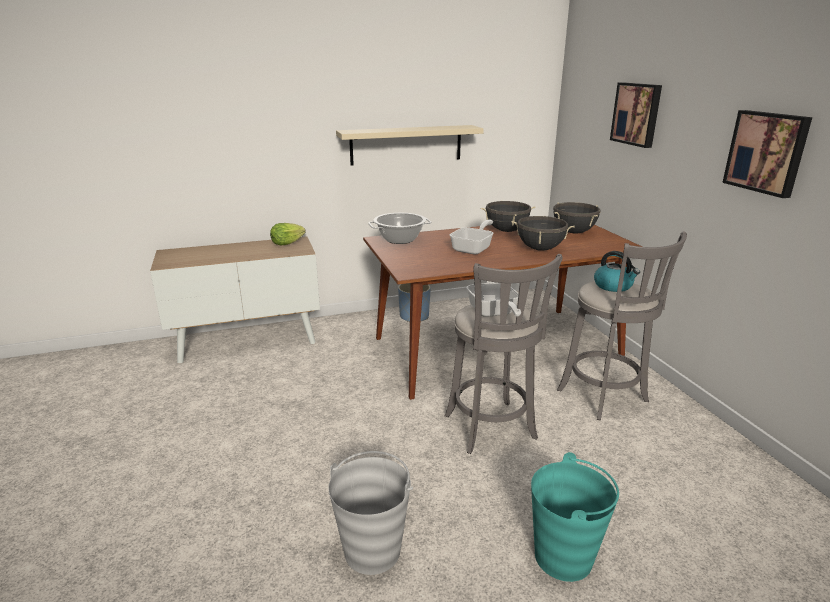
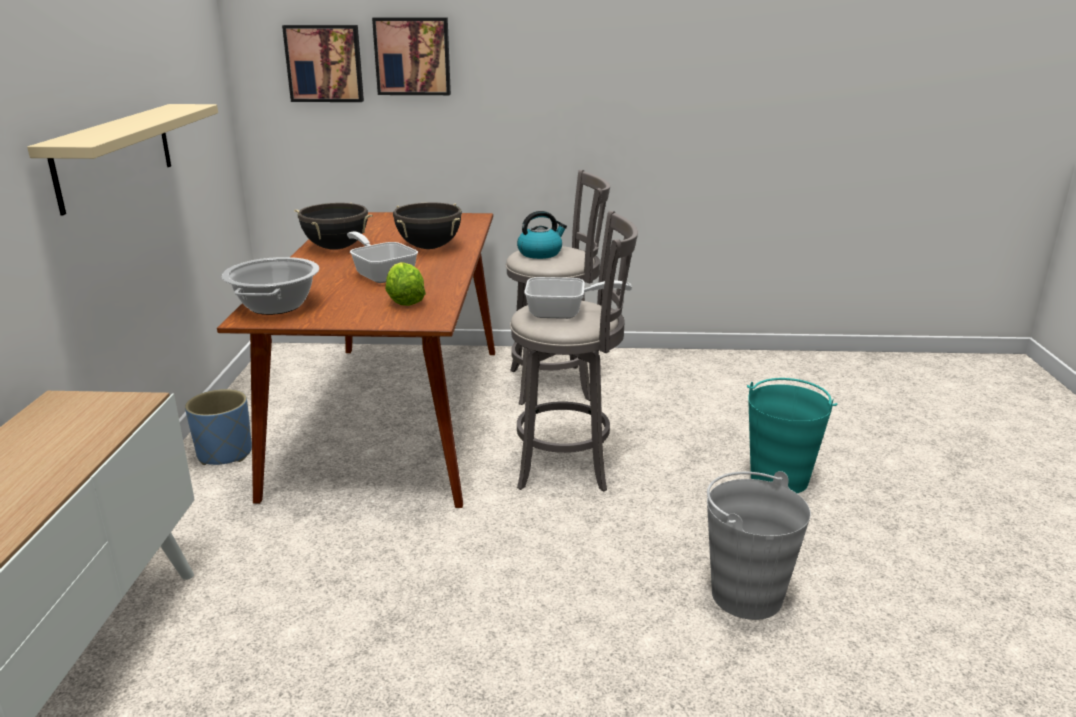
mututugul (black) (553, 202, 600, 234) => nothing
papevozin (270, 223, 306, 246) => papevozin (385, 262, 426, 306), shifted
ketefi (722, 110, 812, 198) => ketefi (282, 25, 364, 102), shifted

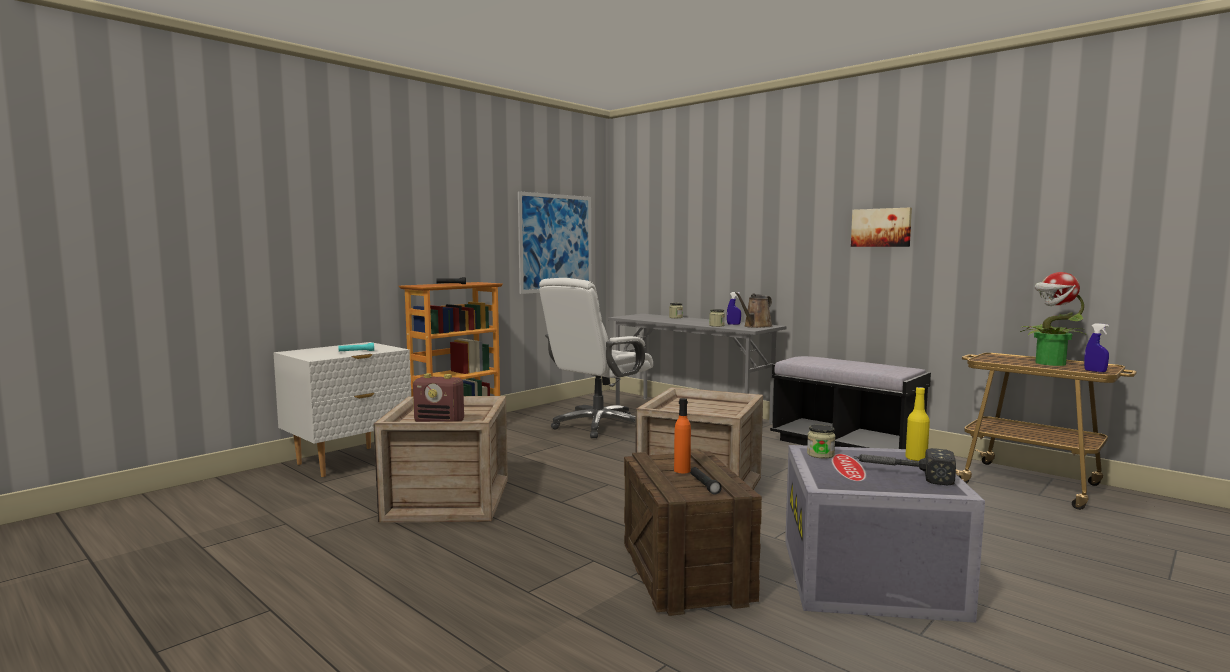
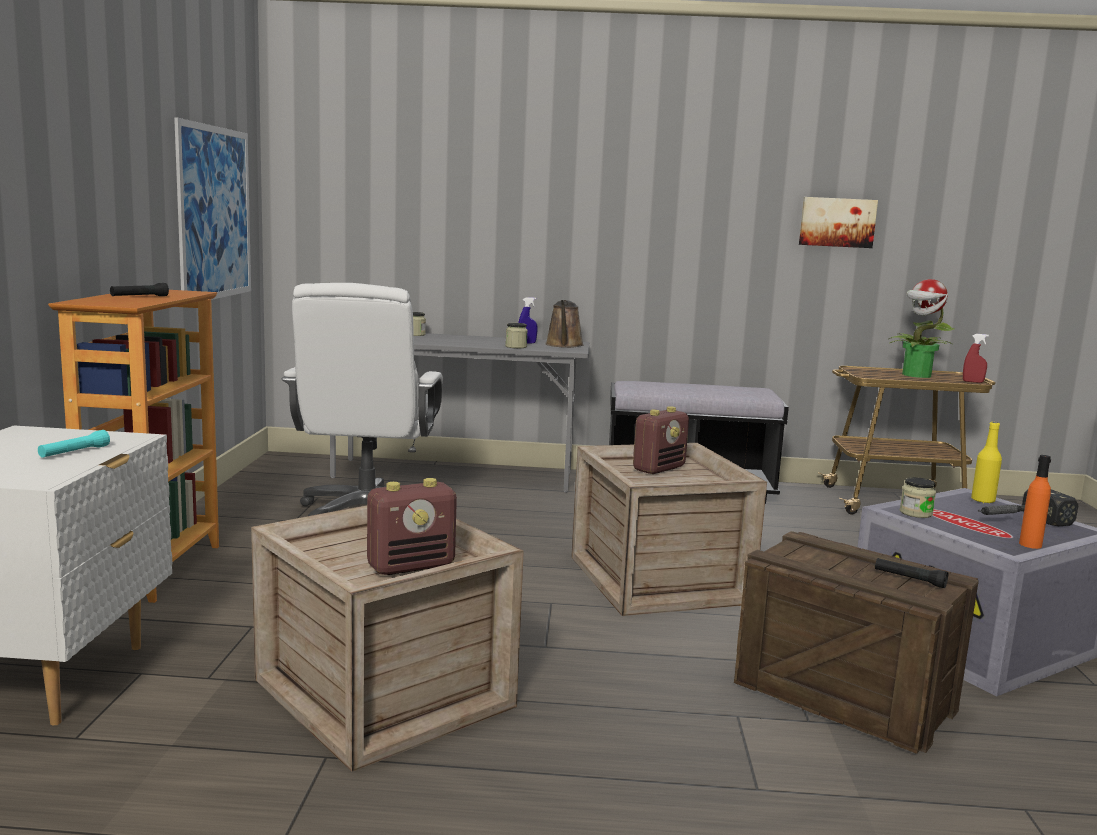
nothing => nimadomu (633, 406, 689, 474)
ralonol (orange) (674, 398, 691, 473) => ralonol (orange) (1019, 455, 1051, 549), shifted
ketefi (851, 208, 912, 247) => ketefi (799, 197, 878, 248), shifted
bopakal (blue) (1084, 323, 1109, 372) => bopakal (red) (963, 334, 989, 383)

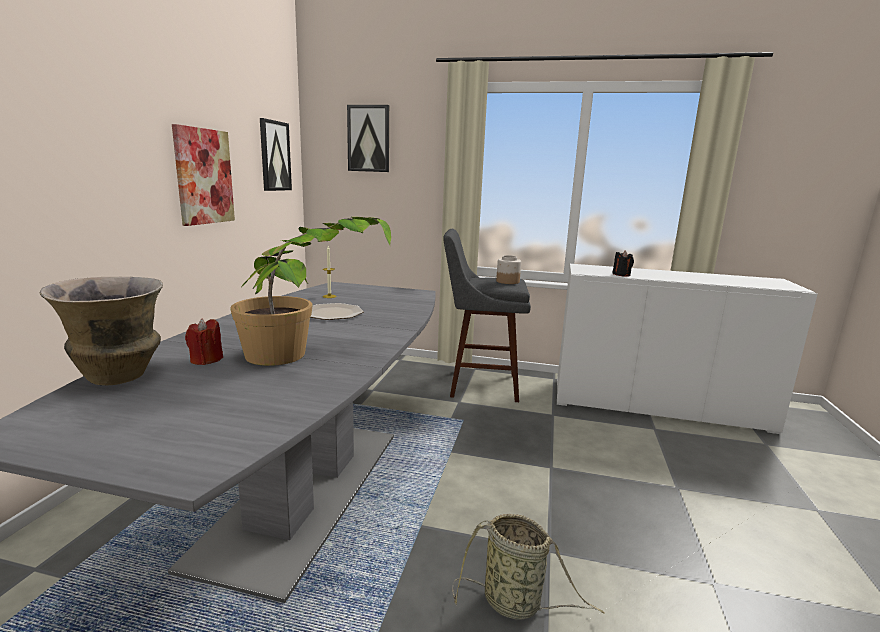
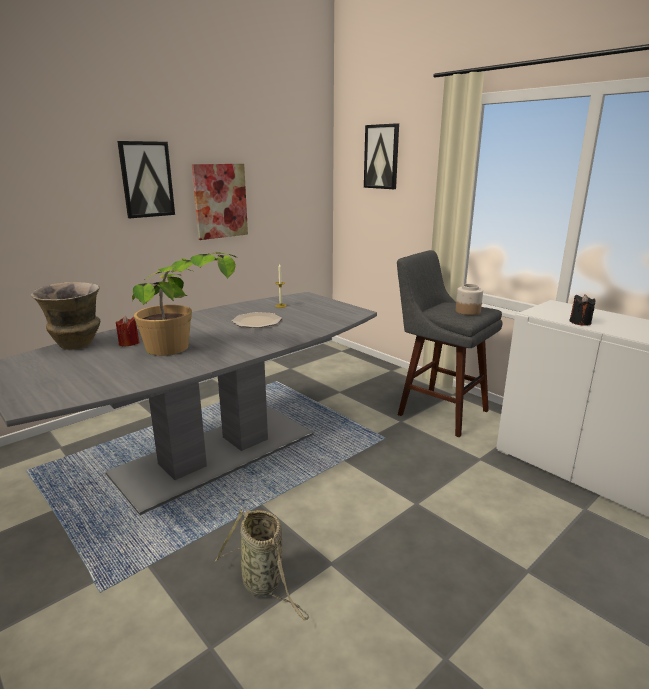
ketefi (260, 118, 292, 191) => ketefi (117, 141, 175, 218), shifted

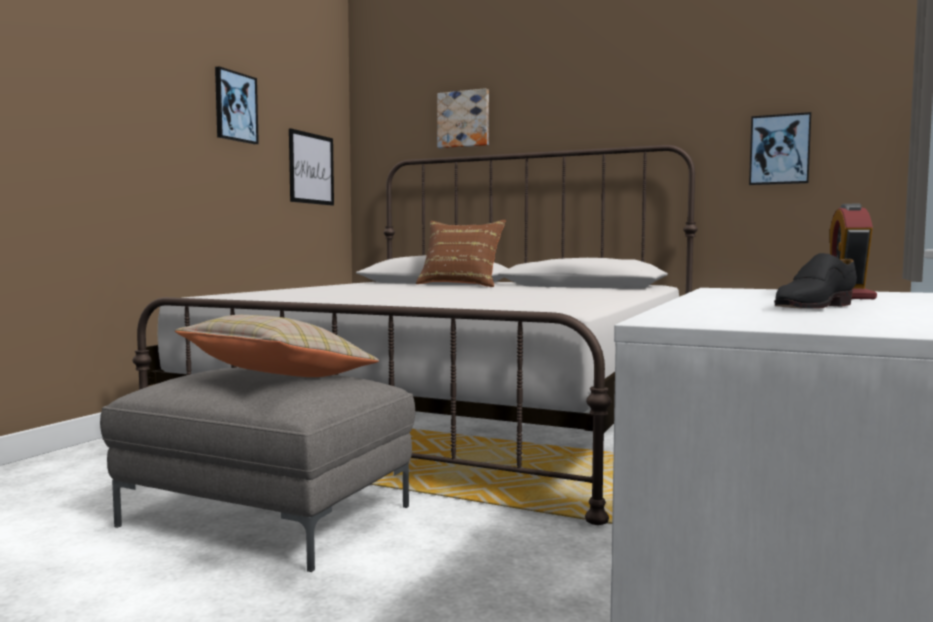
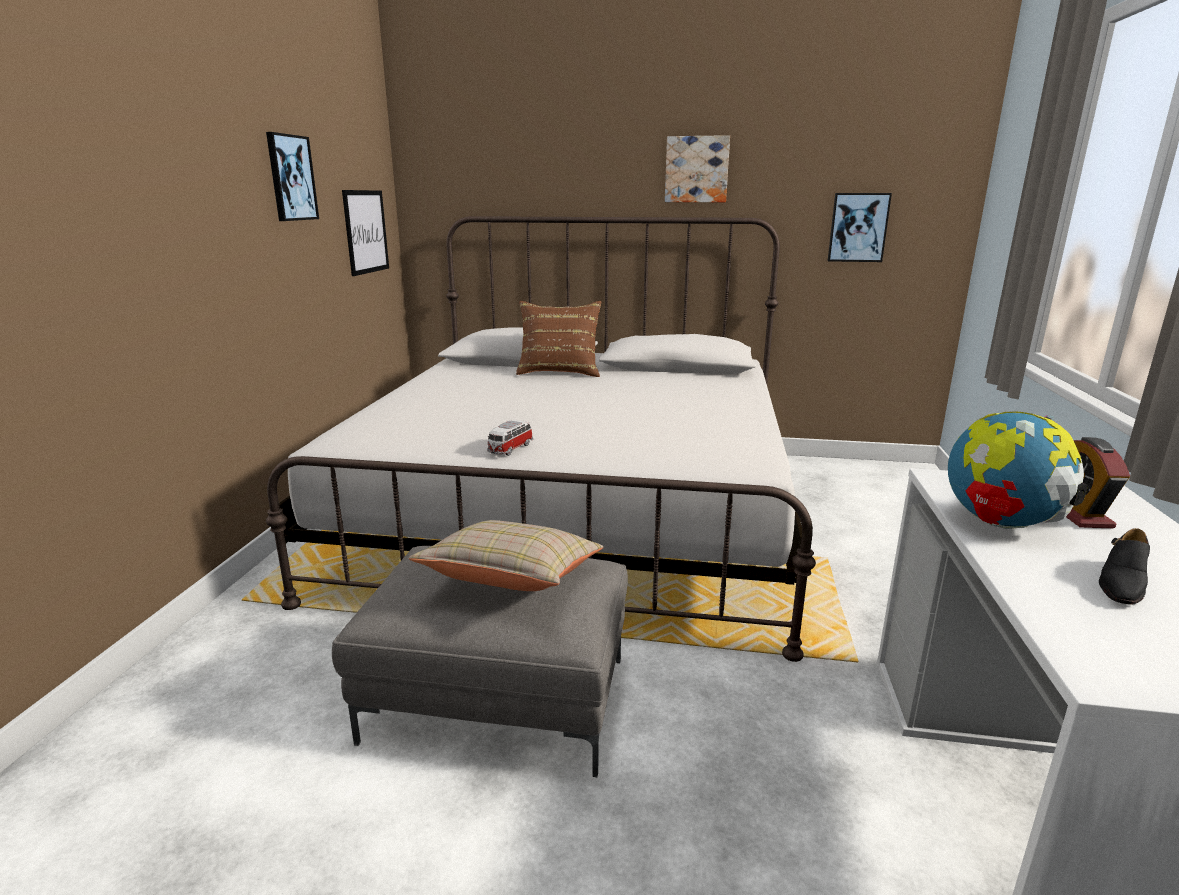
nothing => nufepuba (487, 420, 533, 456)
nothing => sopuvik (948, 412, 1088, 529)
ketefi (437, 88, 489, 148) => ketefi (665, 135, 730, 202), shifted

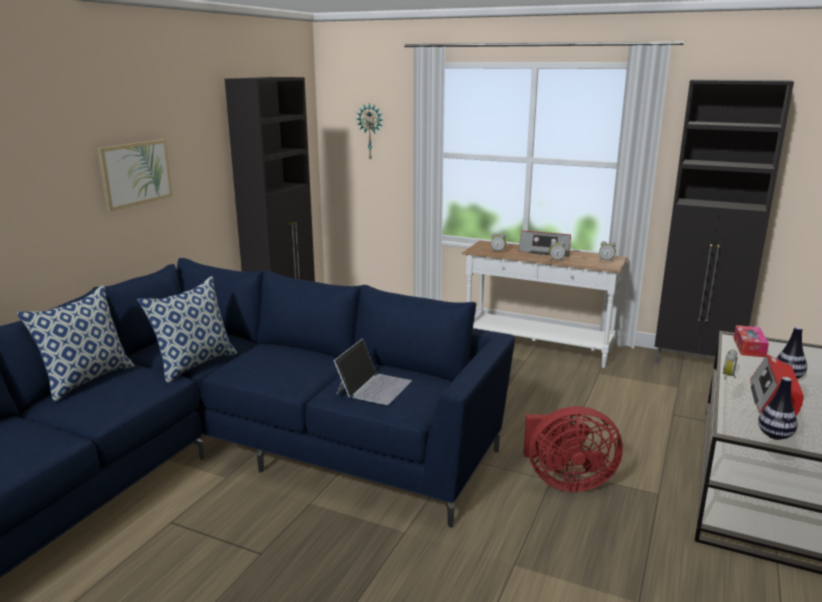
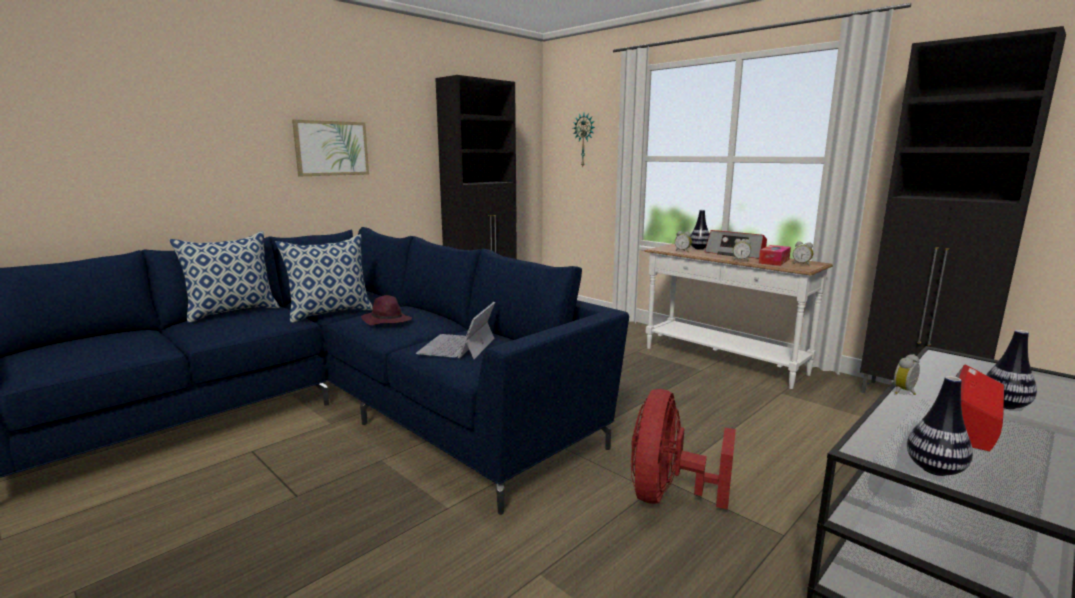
nothing => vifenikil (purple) (361, 295, 412, 326)
nothing => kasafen (690, 210, 710, 250)
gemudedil (733, 325, 769, 357) => gemudedil (759, 245, 791, 266), shifted
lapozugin (334, 339, 412, 405) => lapozugin (416, 302, 495, 359), 150 degrees clockwise
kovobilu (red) (524, 406, 623, 492) => kovobilu (red) (631, 389, 736, 510), 90 degrees clockwise

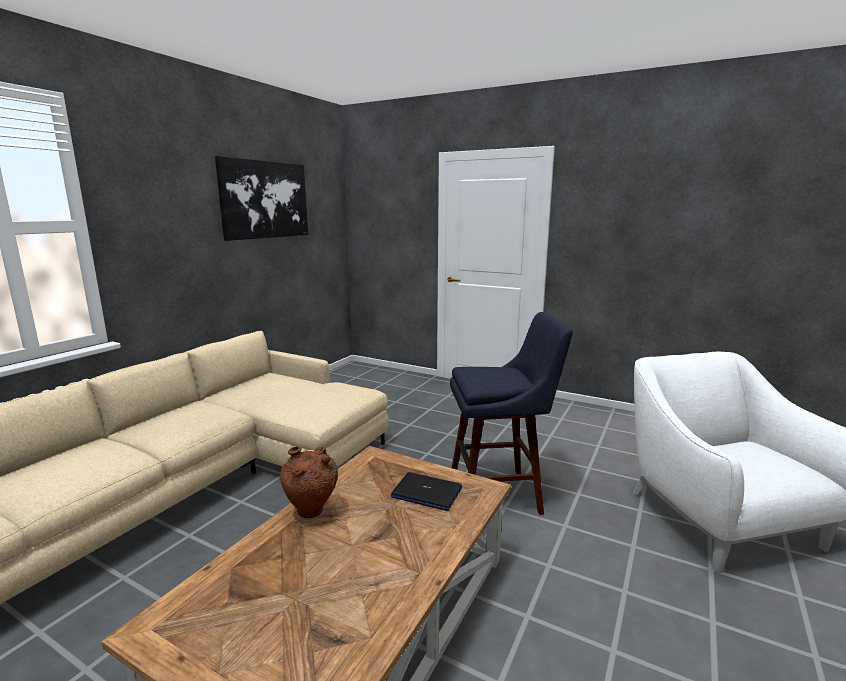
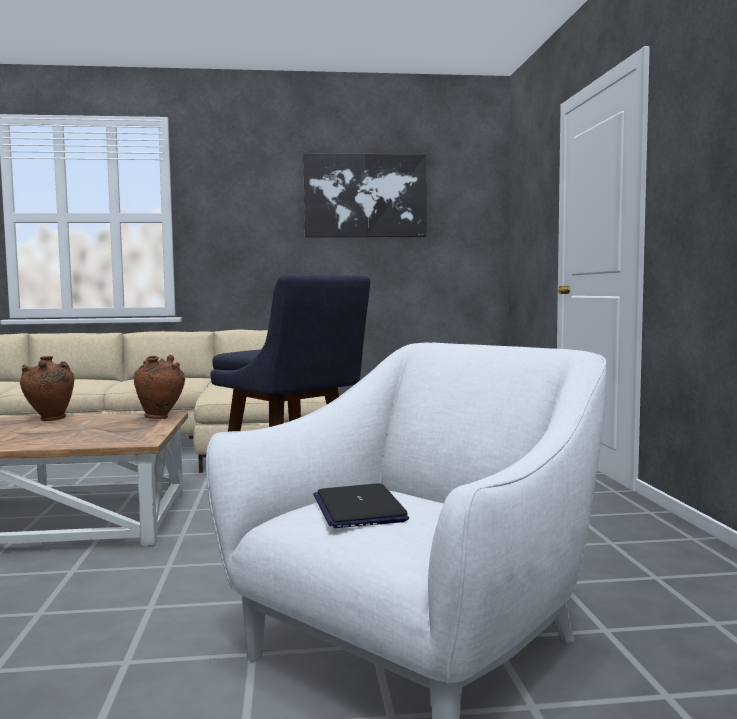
nothing => kasafen (brown) (134, 355, 185, 419)
lapozugin (391, 472, 462, 511) => lapozugin (313, 483, 409, 528), shifted

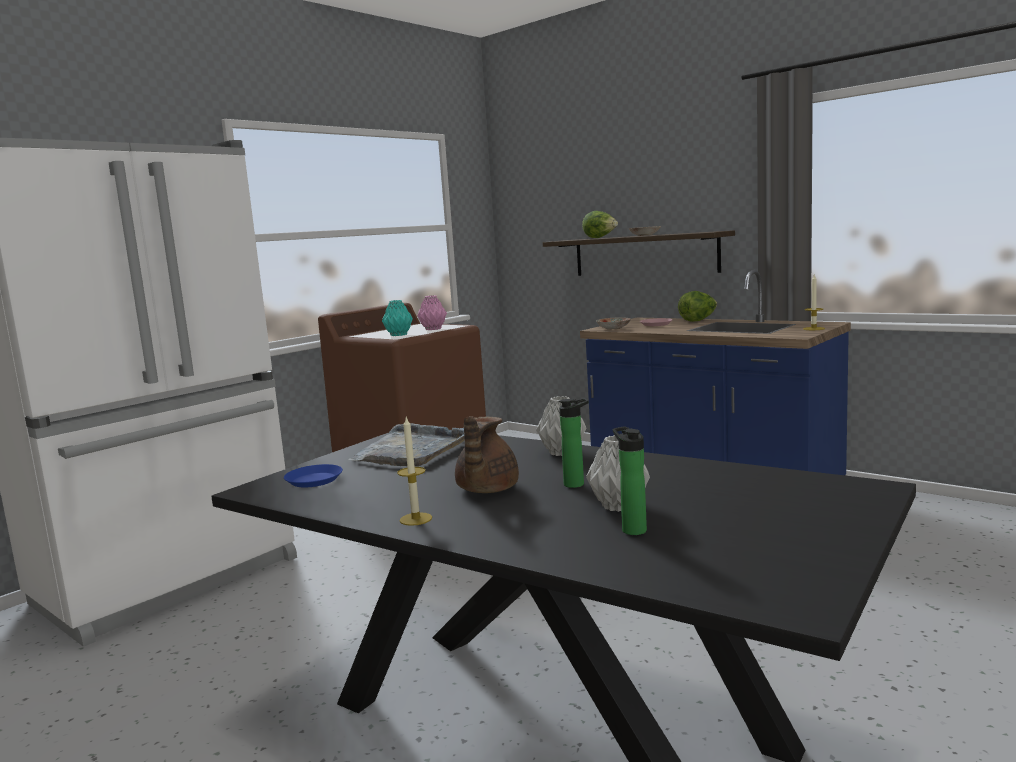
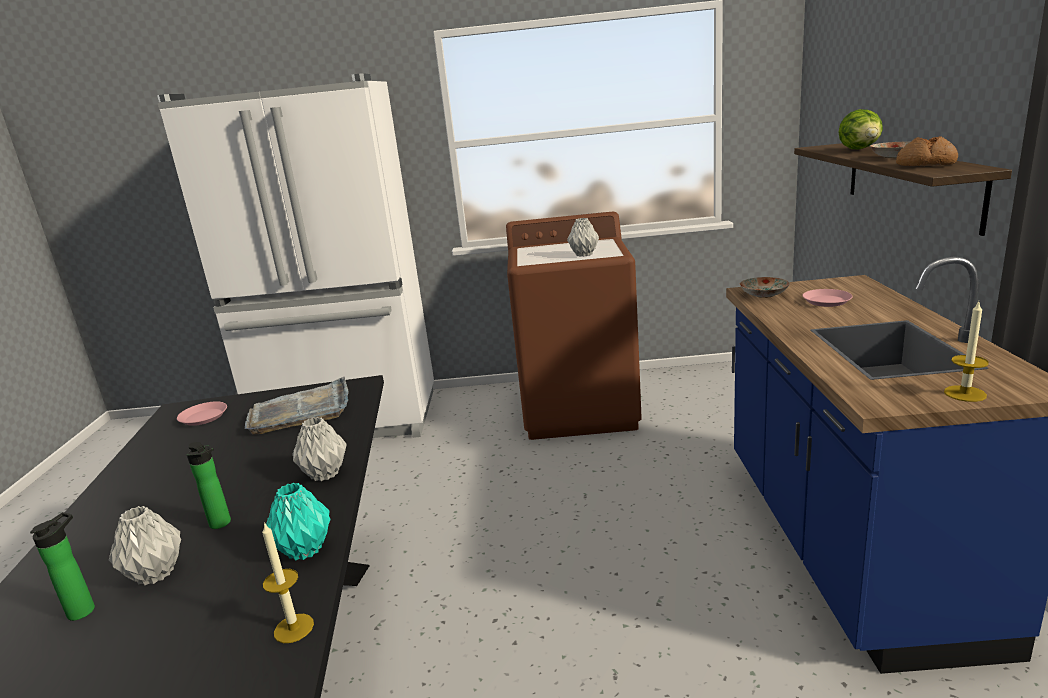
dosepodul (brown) (455, 416, 519, 493) => nothing
papevozin (678, 291, 717, 322) => nothing
nothing => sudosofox (896, 136, 958, 166)
kasafen (turquoise) (382, 300, 413, 336) => kasafen (turquoise) (266, 483, 331, 561), shifted
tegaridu (397, 417, 432, 526) => tegaridu (262, 522, 314, 643), shifted
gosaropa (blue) (284, 464, 343, 487) => gosaropa (pink) (177, 401, 227, 426)
kasafen (pink) (417, 295, 447, 330) => kasafen (grey) (567, 218, 599, 257)

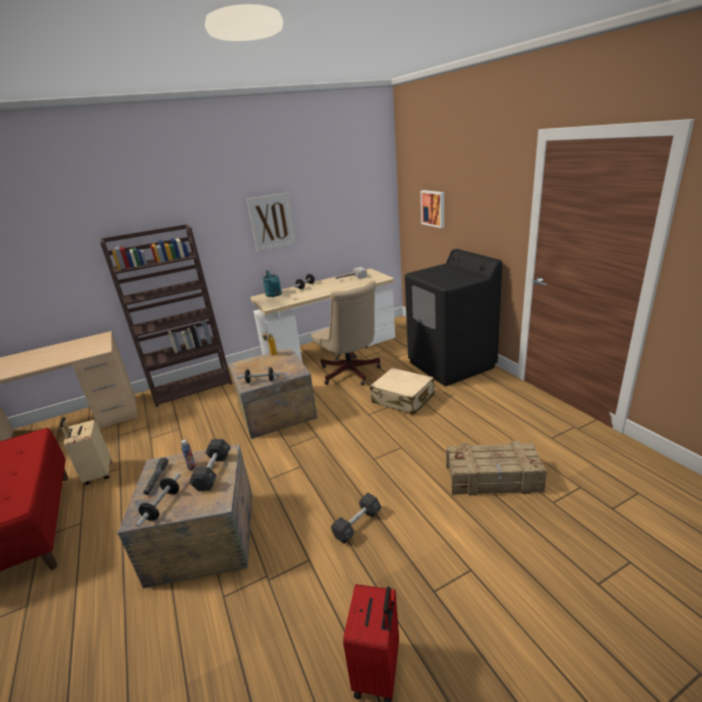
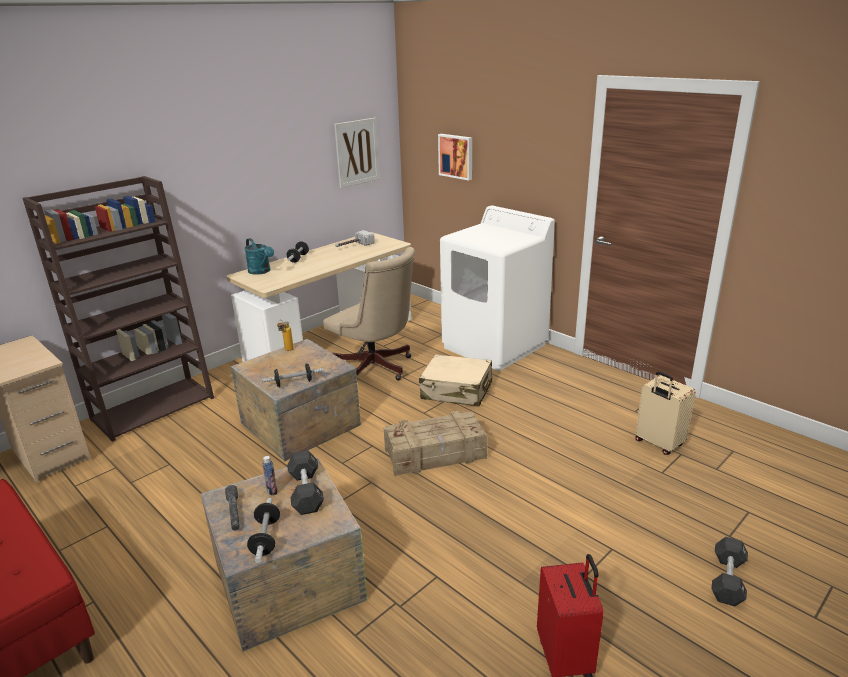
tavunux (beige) (60, 417, 112, 485) => tavunux (beige) (635, 371, 696, 455), shifted
ketefi (247, 192, 296, 252) => ketefi (334, 118, 379, 188), shifted
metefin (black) (331, 493, 382, 544) => metefin (black) (711, 537, 748, 606), shifted
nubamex (446, 441, 547, 496) => nubamex (384, 411, 488, 476), shifted
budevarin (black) (405, 249, 503, 386) => budevarin (white) (440, 206, 555, 371)

